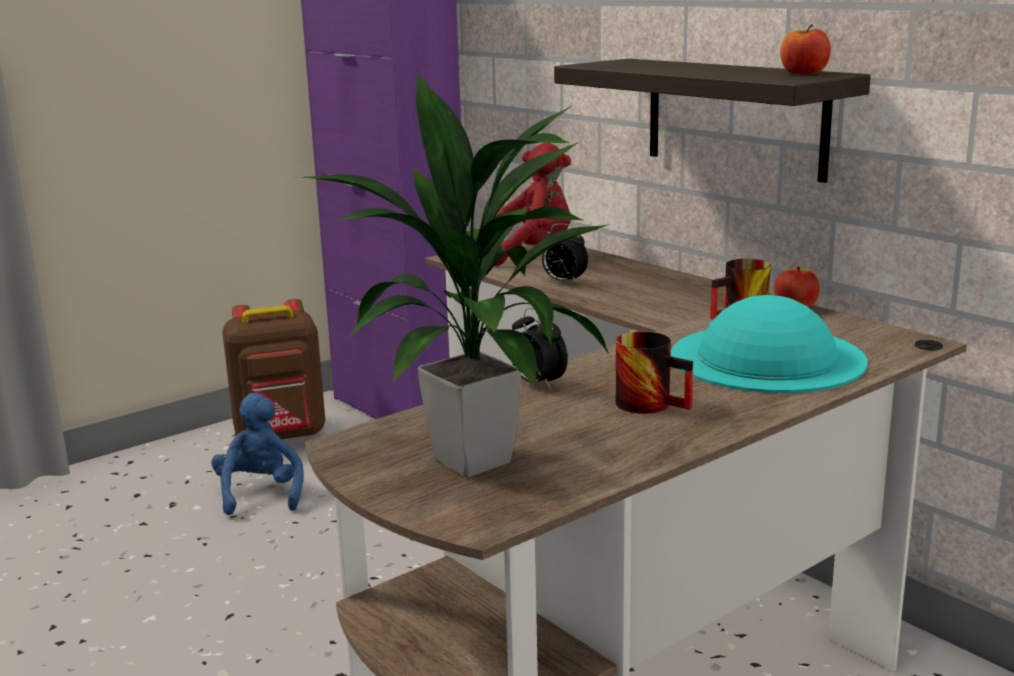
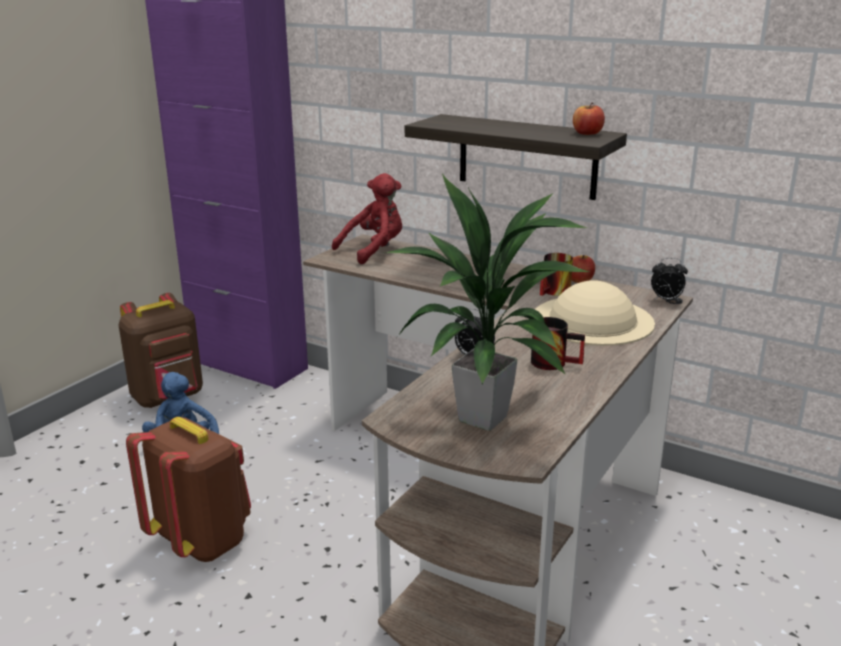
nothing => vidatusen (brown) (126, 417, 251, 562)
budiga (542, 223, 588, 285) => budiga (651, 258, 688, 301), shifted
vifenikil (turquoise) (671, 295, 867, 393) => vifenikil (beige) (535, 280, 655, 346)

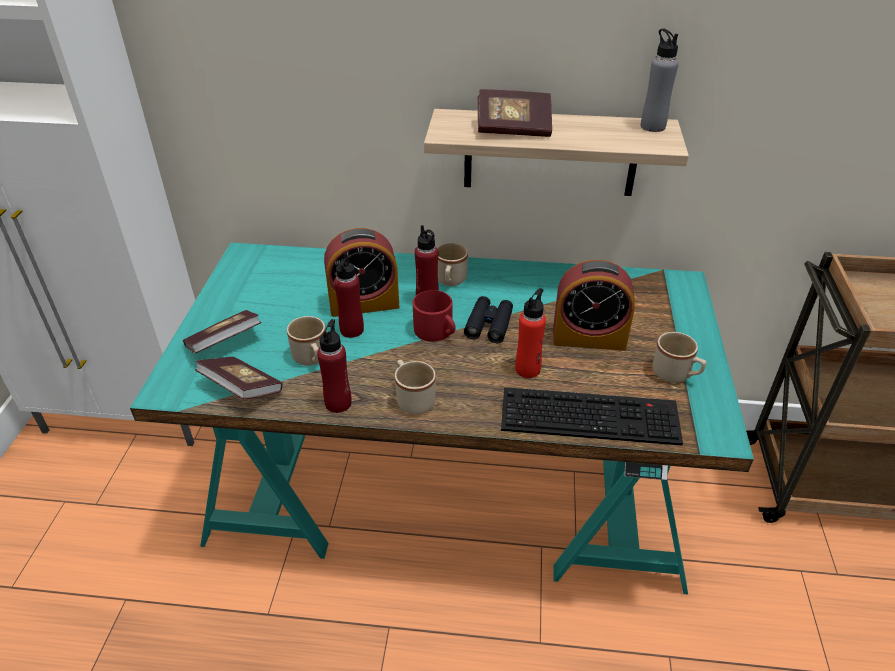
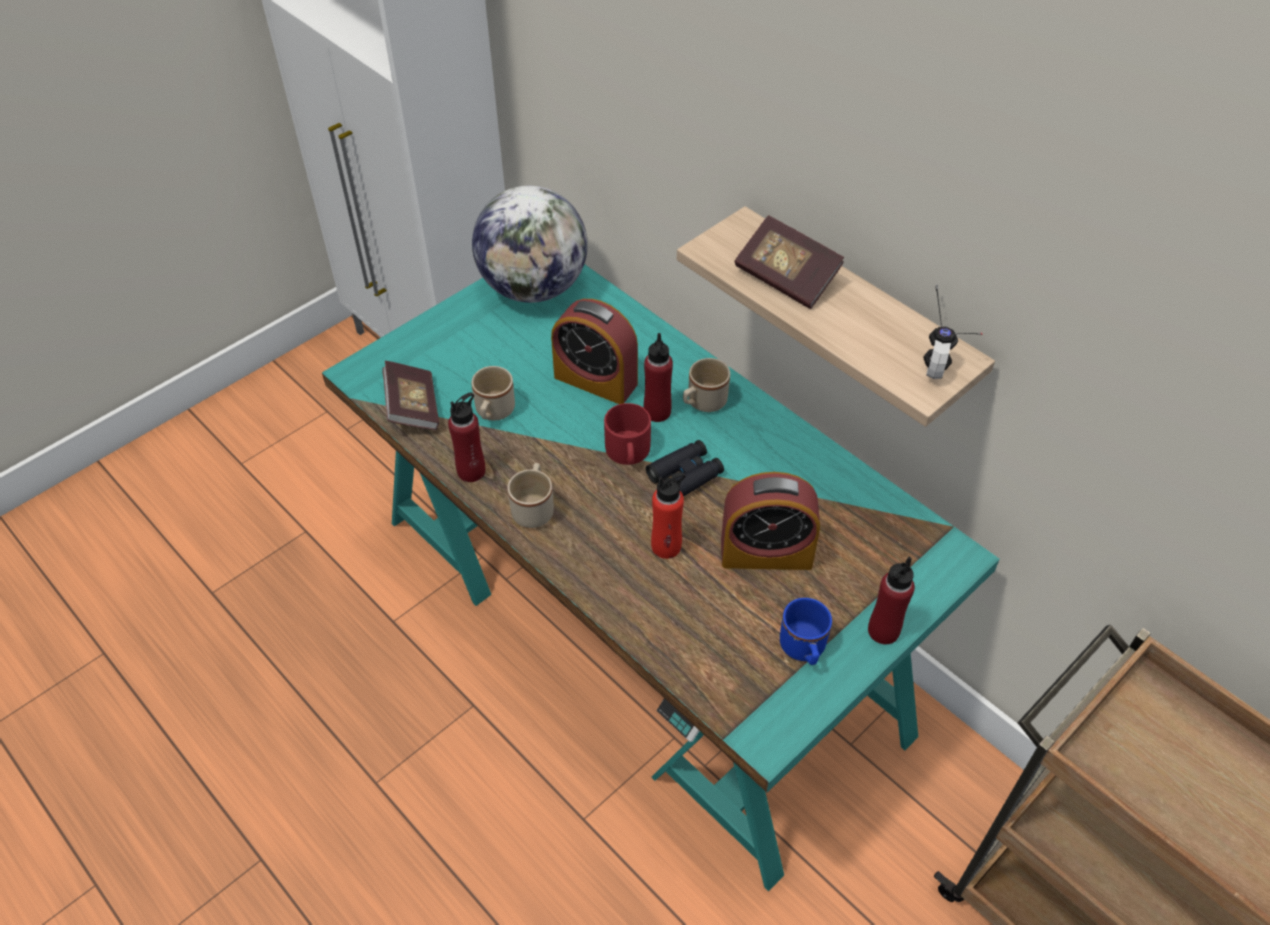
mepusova (183, 310, 262, 353) => nothing
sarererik (501, 387, 683, 446) => nothing
nothing => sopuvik (472, 186, 588, 303)
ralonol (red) (334, 252, 364, 338) => ralonol (red) (868, 557, 915, 644), shifted
ralonol (grey) (641, 28, 679, 132) => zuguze (923, 284, 982, 379)
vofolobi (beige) (652, 332, 707, 383) => vofolobi (blue) (780, 598, 832, 665)
budiga (553, 260, 635, 351) => budiga (721, 472, 820, 570), 45 degrees counterclockwise

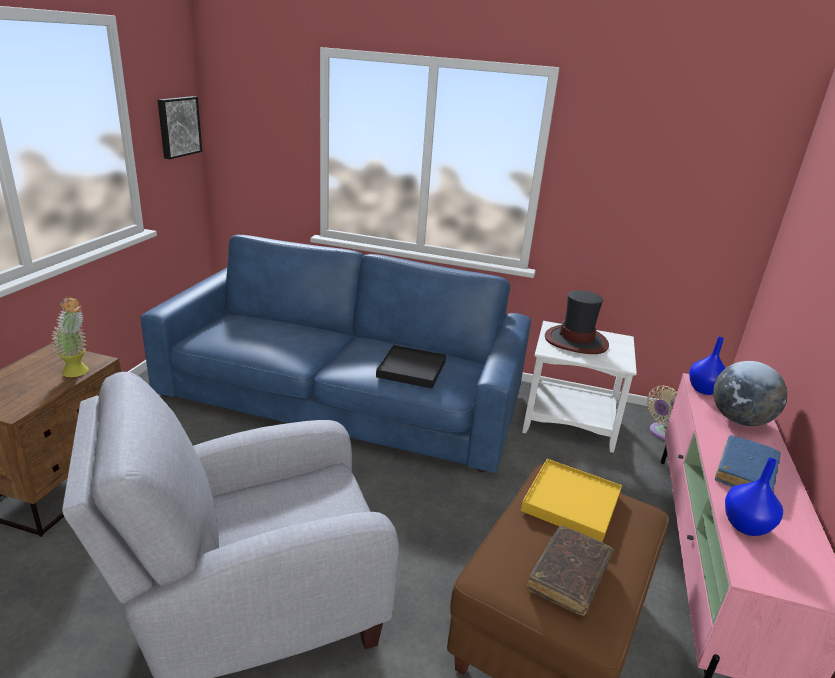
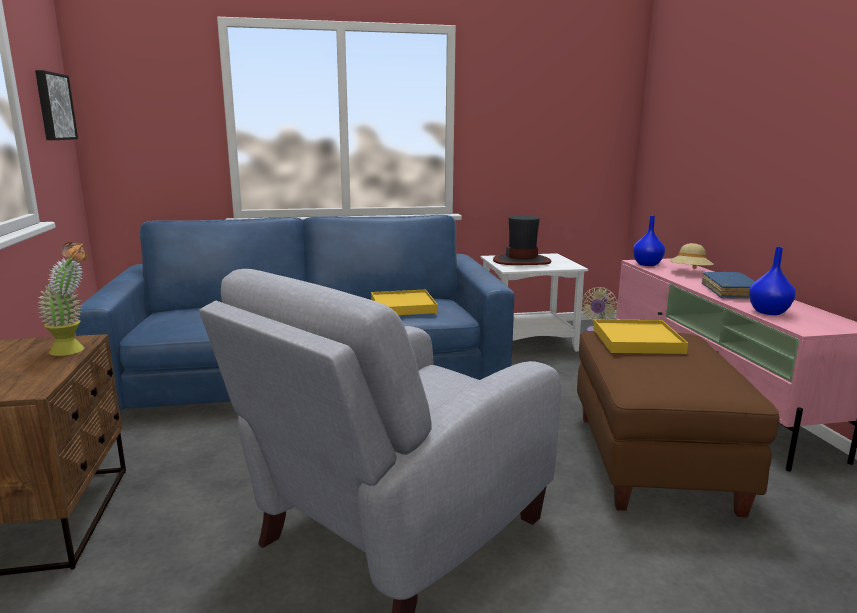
mepusova (brown) (527, 526, 614, 616) => nothing
sopuvik (713, 361, 787, 426) => vifenikil (beige) (669, 243, 714, 269)
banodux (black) (376, 345, 446, 388) => banodux (yellow) (371, 290, 438, 315)

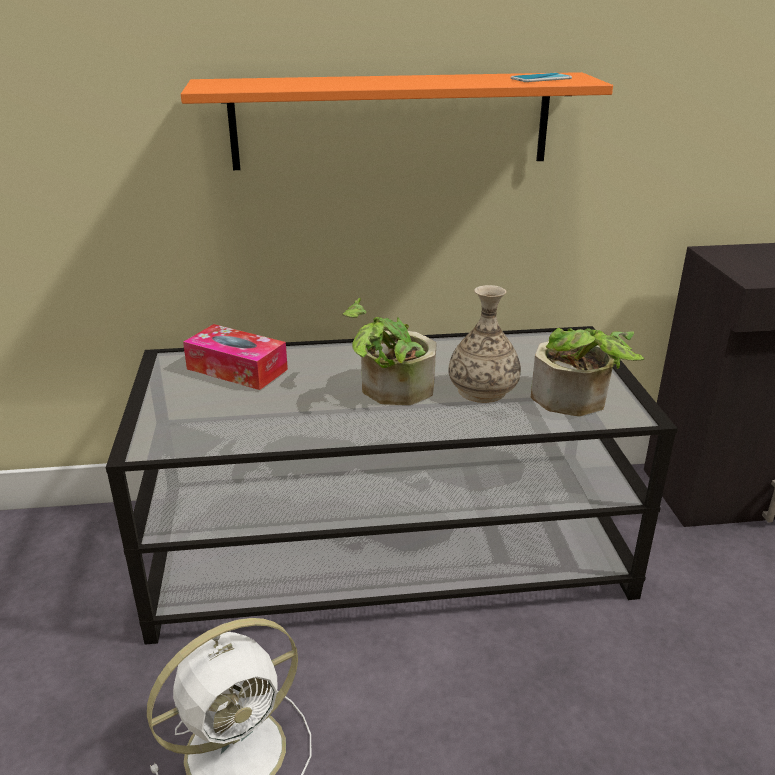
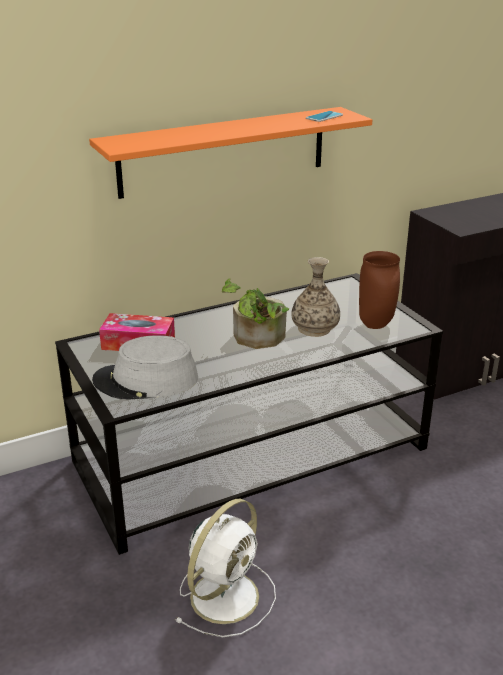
nothing => vifenikil (grey) (92, 335, 198, 399)
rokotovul (531, 328, 644, 416) => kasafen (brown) (359, 251, 400, 329)

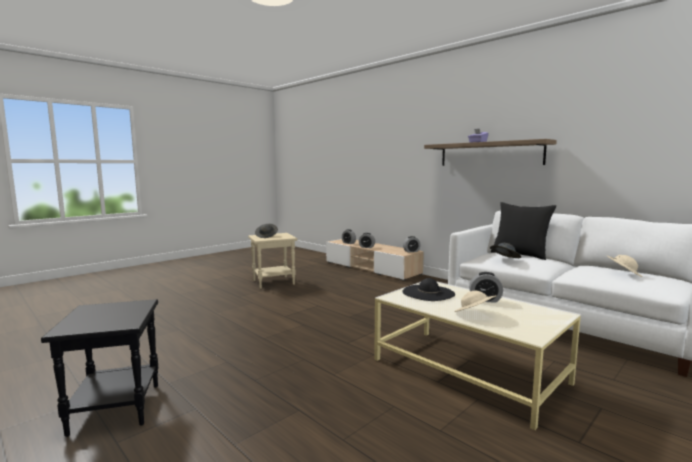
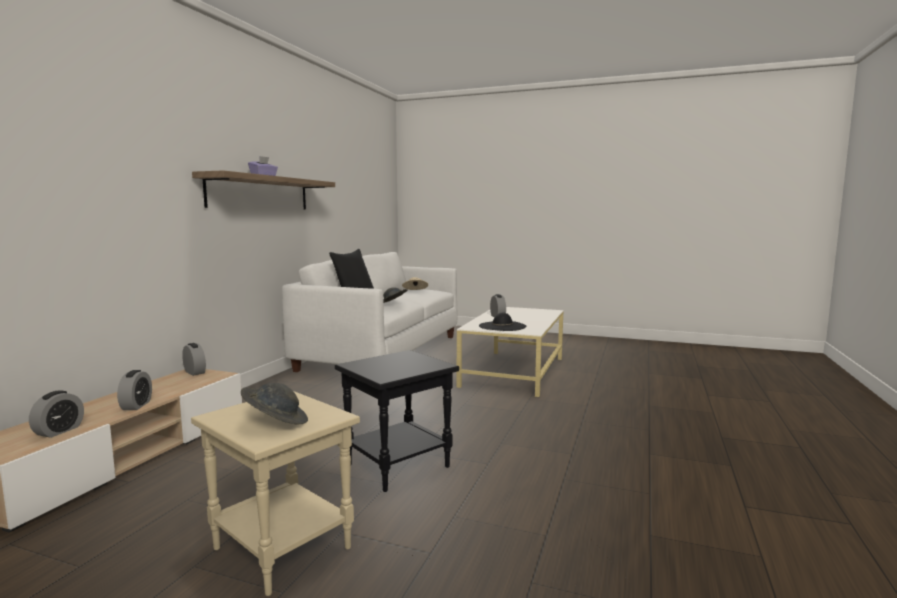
vifenikil (beige) (454, 291, 496, 312) => nothing
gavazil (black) (41, 299, 158, 437) => gavazil (black) (335, 350, 459, 492), shifted

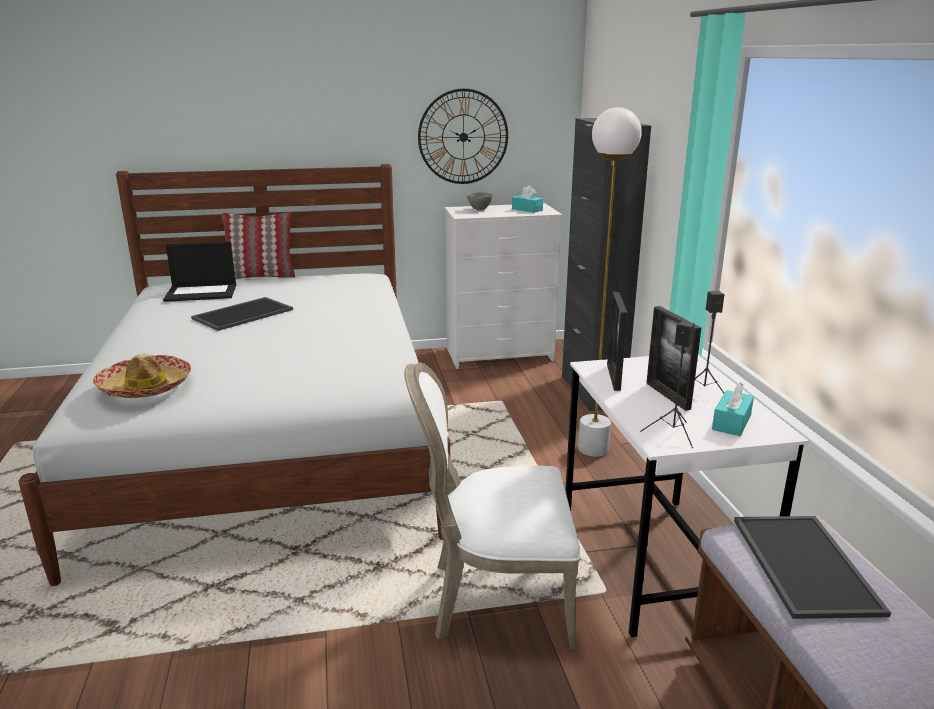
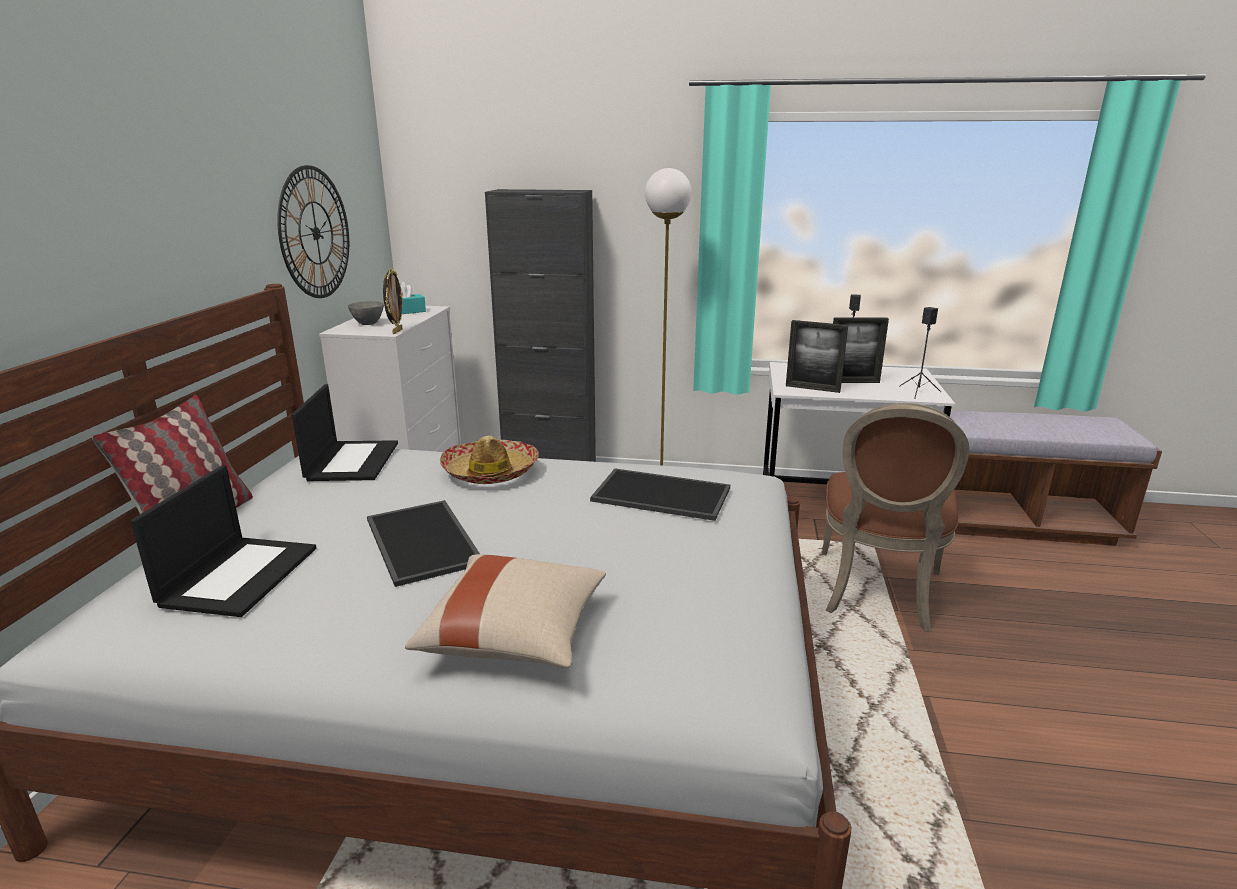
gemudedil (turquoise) (712, 382, 754, 436) => nothing
nothing => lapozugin (292, 384, 398, 481)
nothing => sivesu (383, 268, 403, 334)
nothing => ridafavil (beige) (405, 554, 606, 668)
vifenikil (93, 354, 191, 398) => vifenikil (440, 436, 539, 484), shifted
banodux (734, 516, 891, 619) => banodux (590, 468, 730, 521), shifted
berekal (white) (404, 363, 580, 650) => berekal (brown) (821, 403, 969, 632)

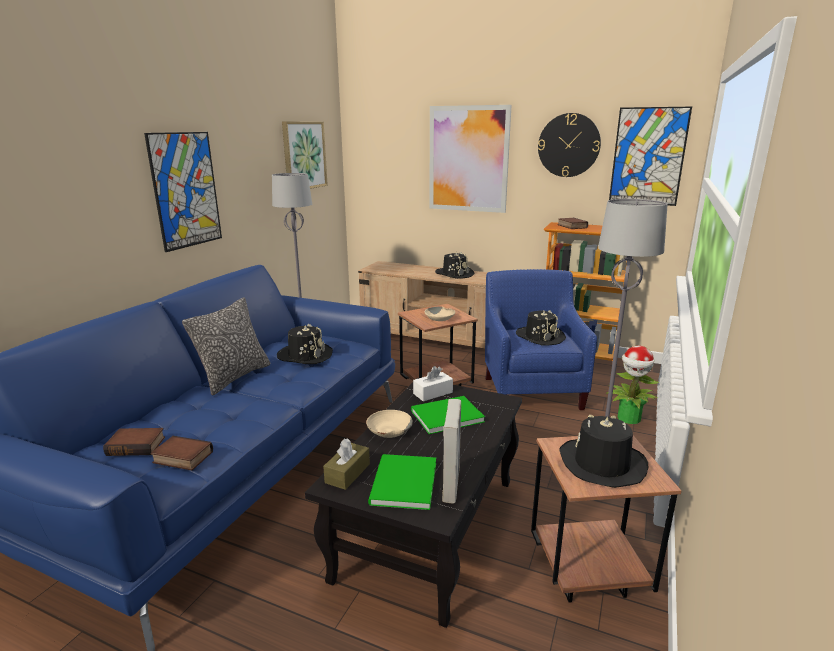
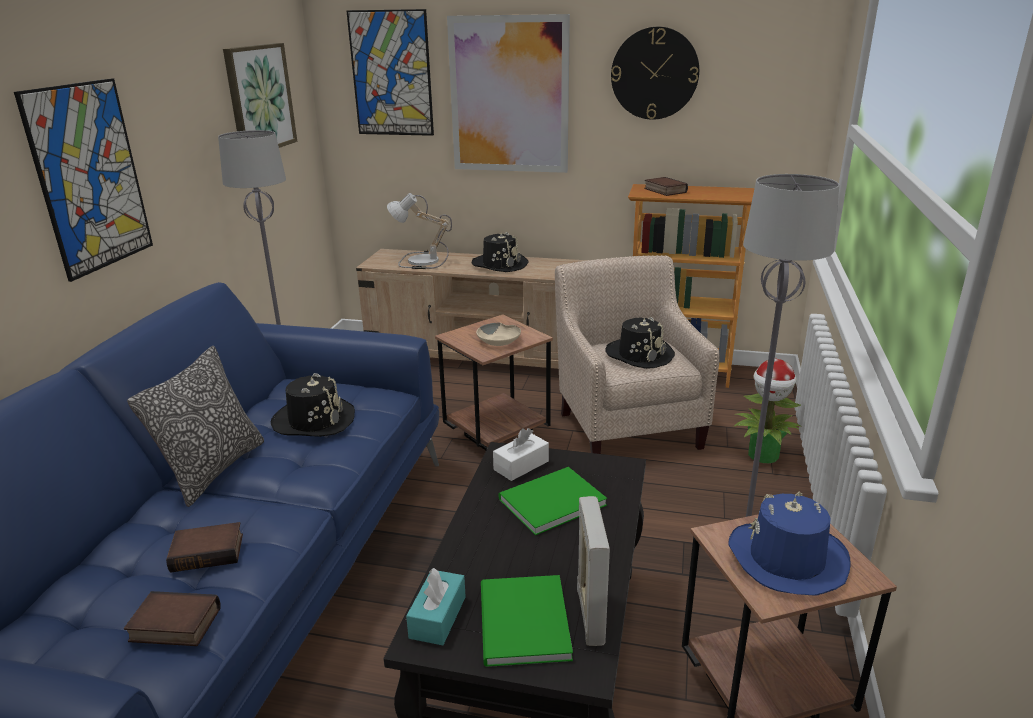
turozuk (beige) (366, 410, 413, 438) => nothing
nothing => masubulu (387, 193, 452, 269)
mepusova (103, 428, 165, 456) => mepusova (166, 522, 243, 573), shifted
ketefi (609, 107, 692, 206) => ketefi (346, 9, 434, 136), shifted
gemudedil (brown) (323, 438, 370, 490) => gemudedil (turquoise) (406, 568, 466, 645)
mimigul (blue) (485, 269, 597, 410) => mimigul (beige) (555, 255, 720, 454)
vifenikil (black) (560, 415, 648, 488) => vifenikil (blue) (728, 492, 850, 596)

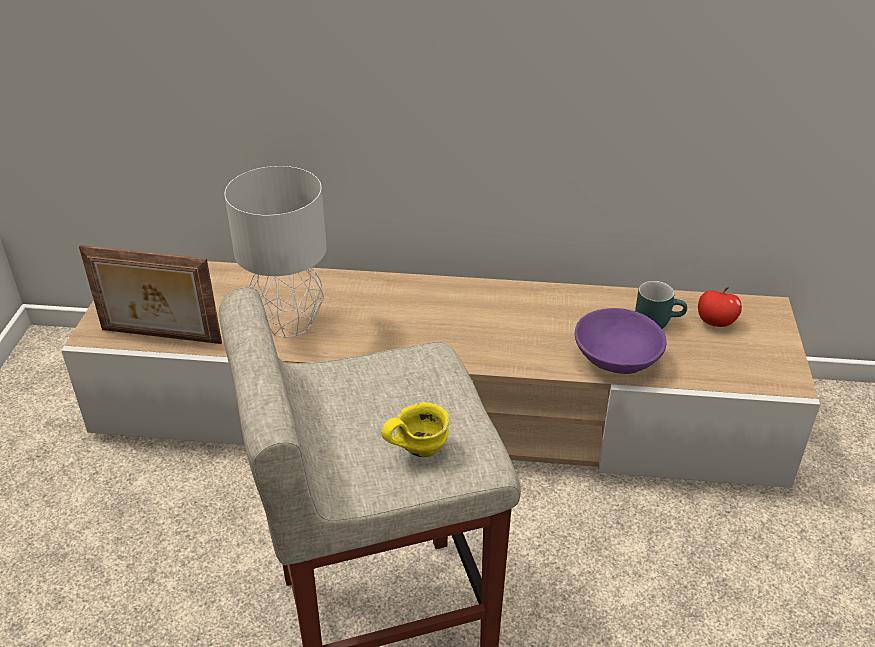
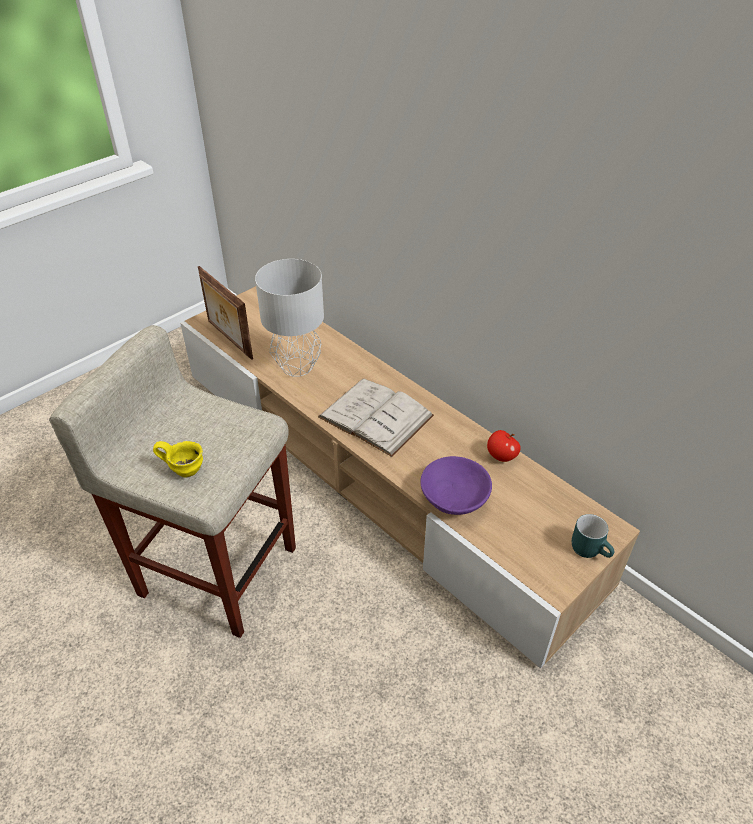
nothing => mepusova (white) (318, 379, 434, 457)
vofolobi (turquoise) (635, 281, 687, 329) => vofolobi (turquoise) (572, 514, 614, 558), shifted
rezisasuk (698, 287, 742, 327) => rezisasuk (487, 430, 521, 462), shifted

